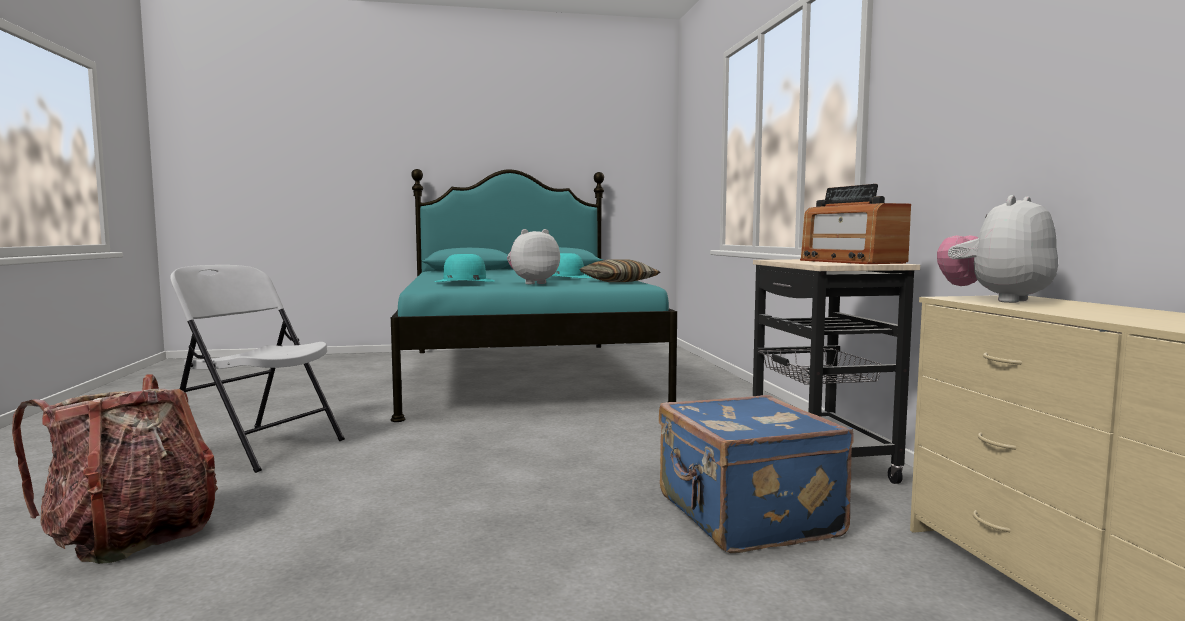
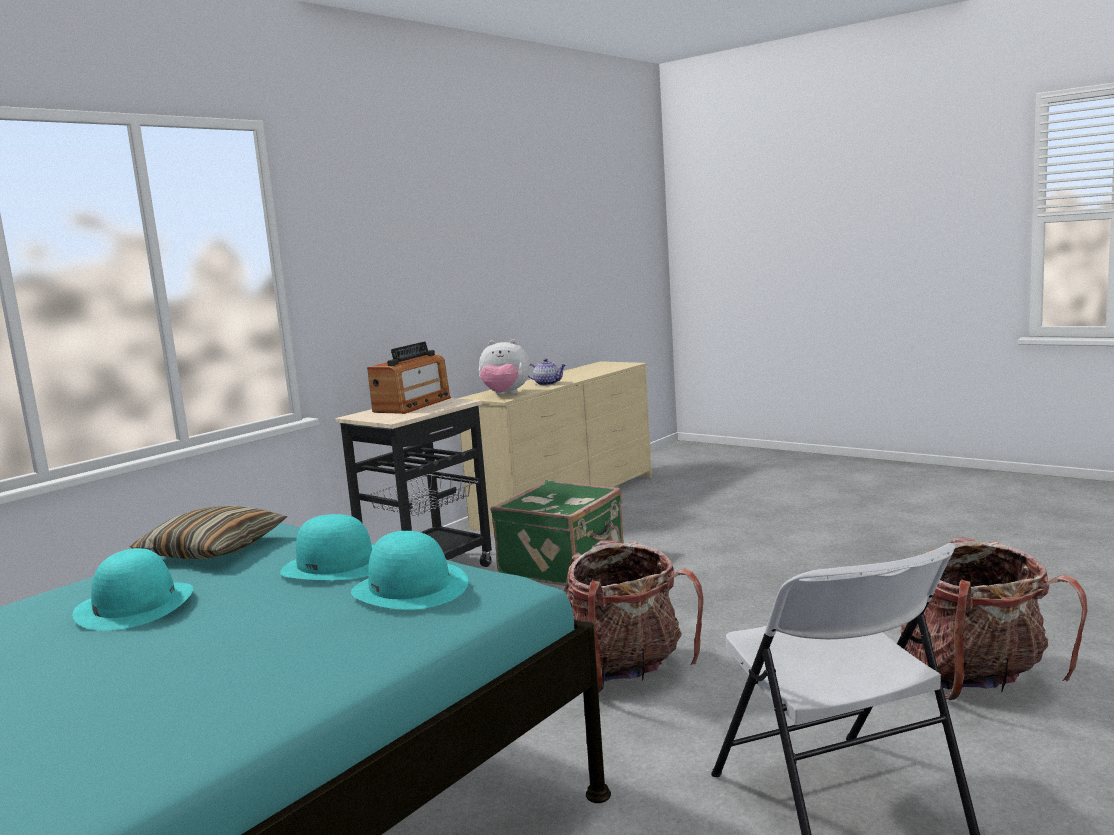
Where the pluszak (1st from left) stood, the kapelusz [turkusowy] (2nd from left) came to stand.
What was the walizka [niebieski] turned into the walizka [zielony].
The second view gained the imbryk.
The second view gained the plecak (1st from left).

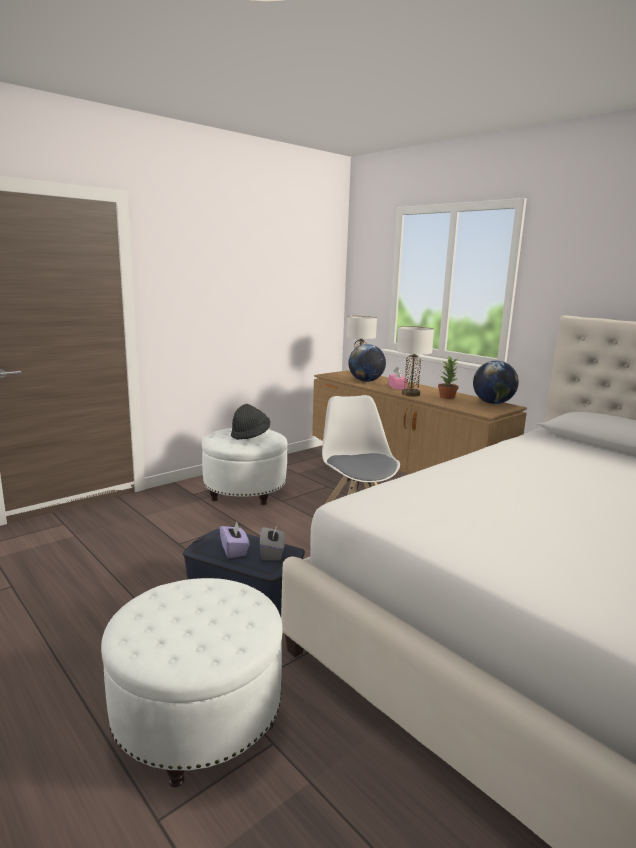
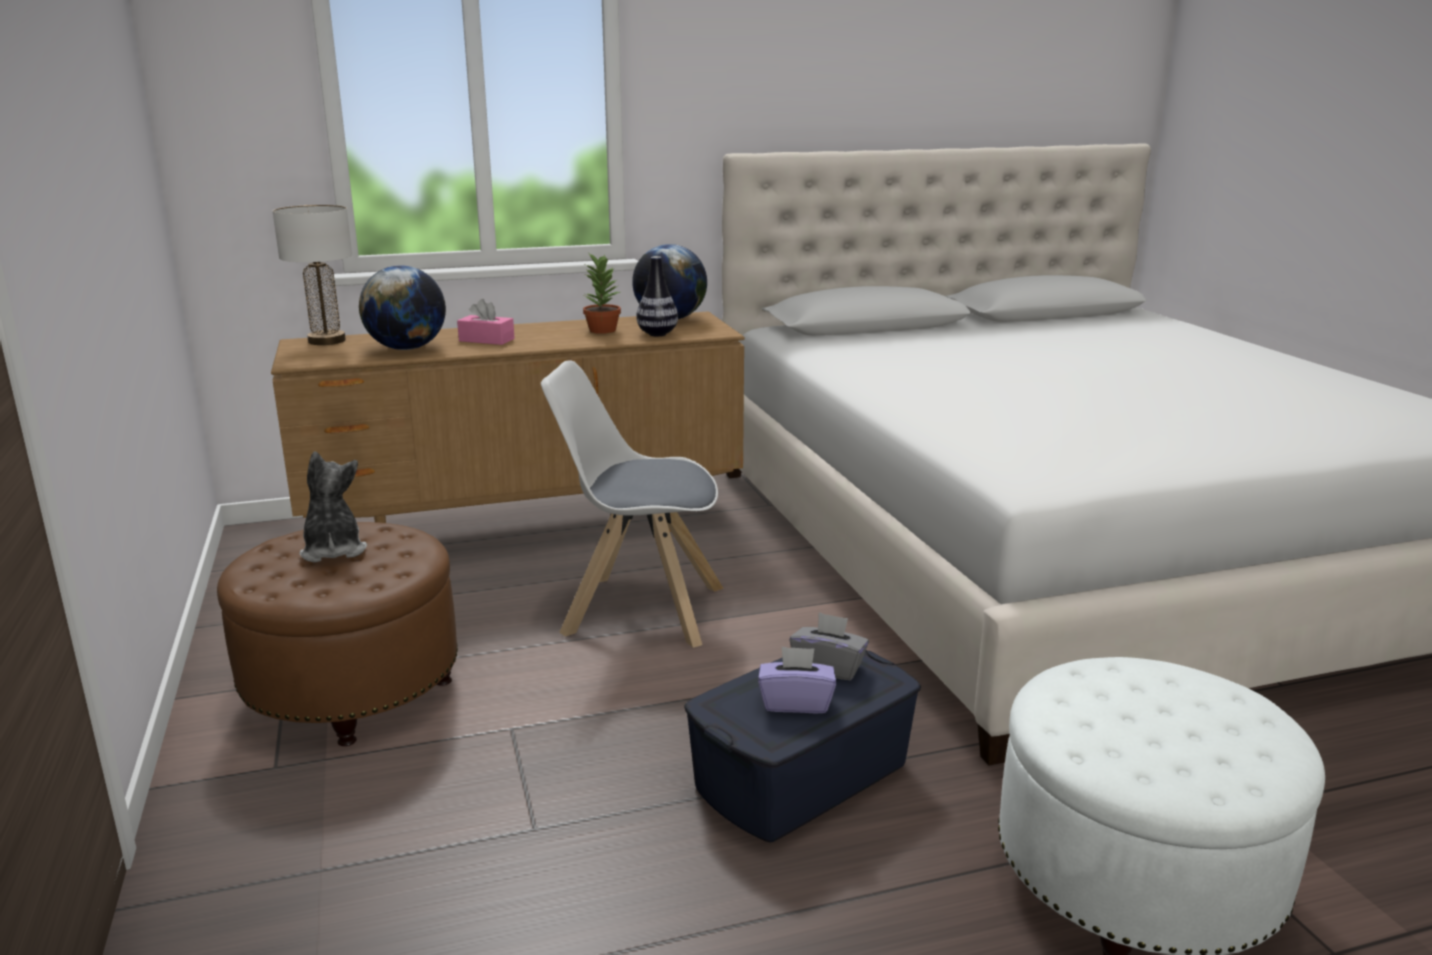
What was the pufa [biały] (2nd from left) turned into the pufa [brązowy].
Where the kapelusz [czarny] stood, the pluszak came to stand.
The second view gained the wazon.
The second view lost the lampa stołowa (2nd from left).

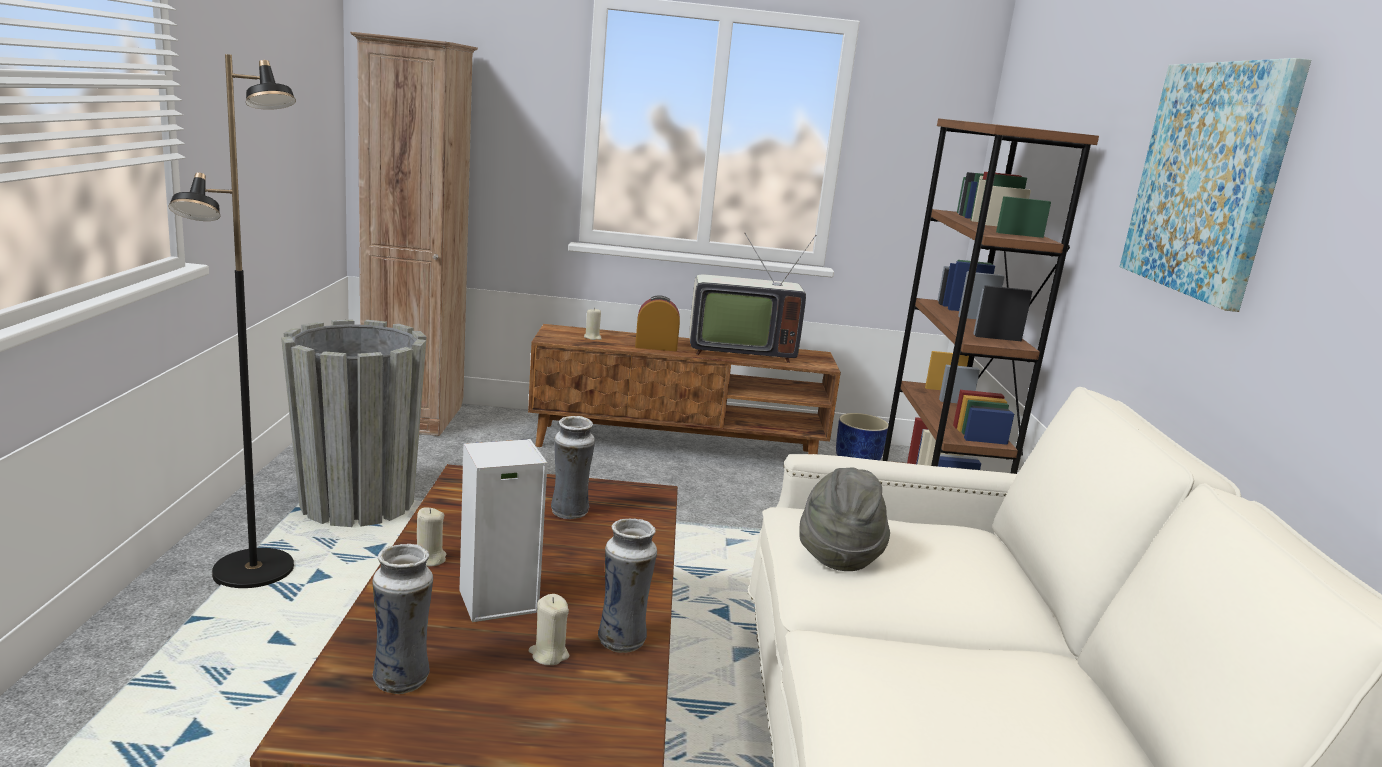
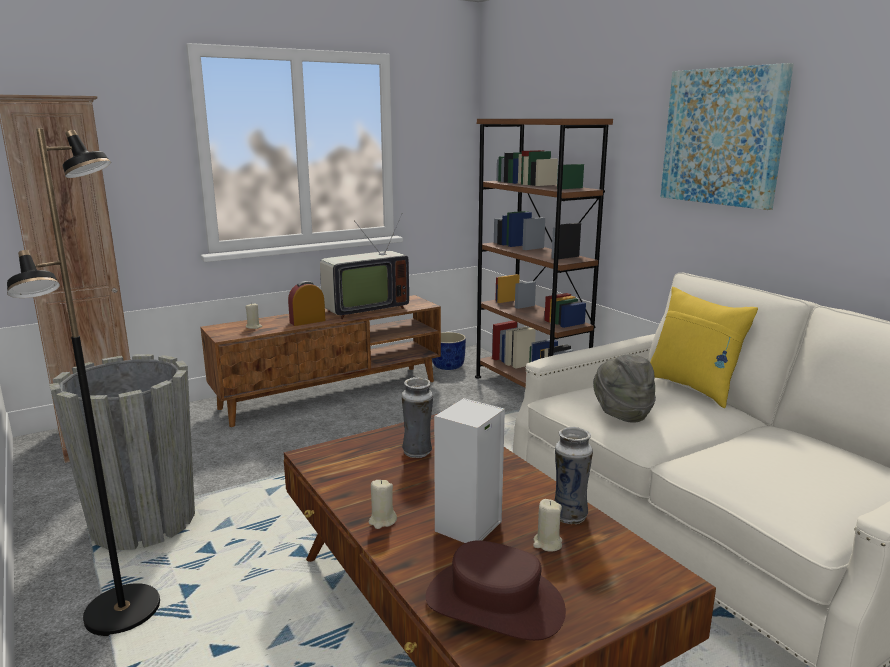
Where the wazon (1st from left) stood, the kapelusz [brązowy] came to stand.
The second view gained the poduszka [żółty].

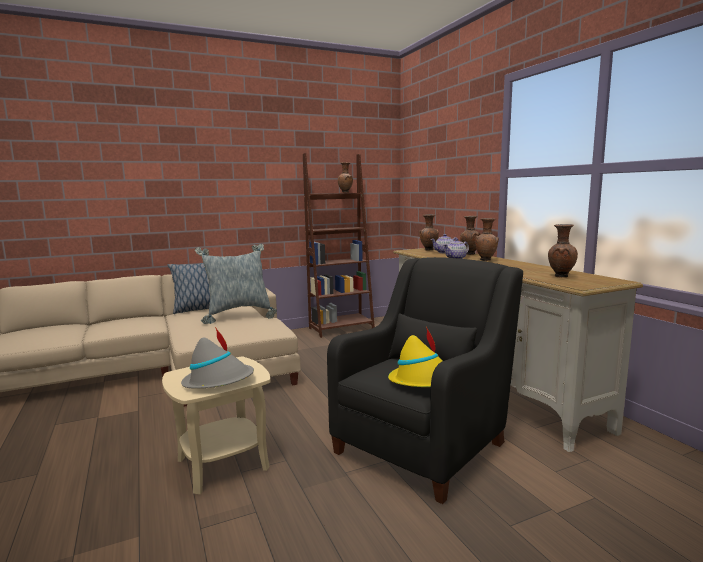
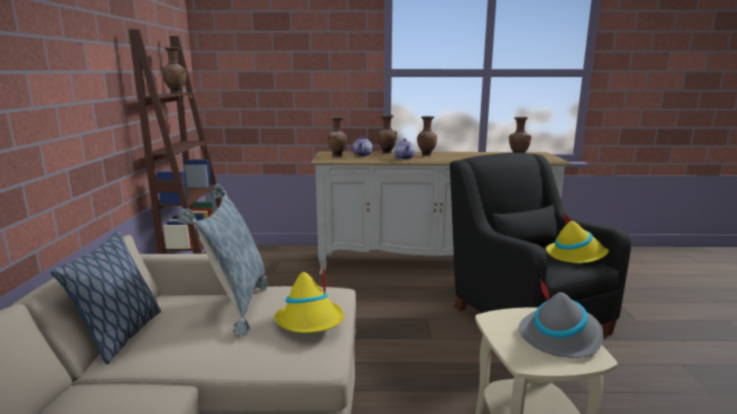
The second view gained the kapelusz [żółty] (1st from left).

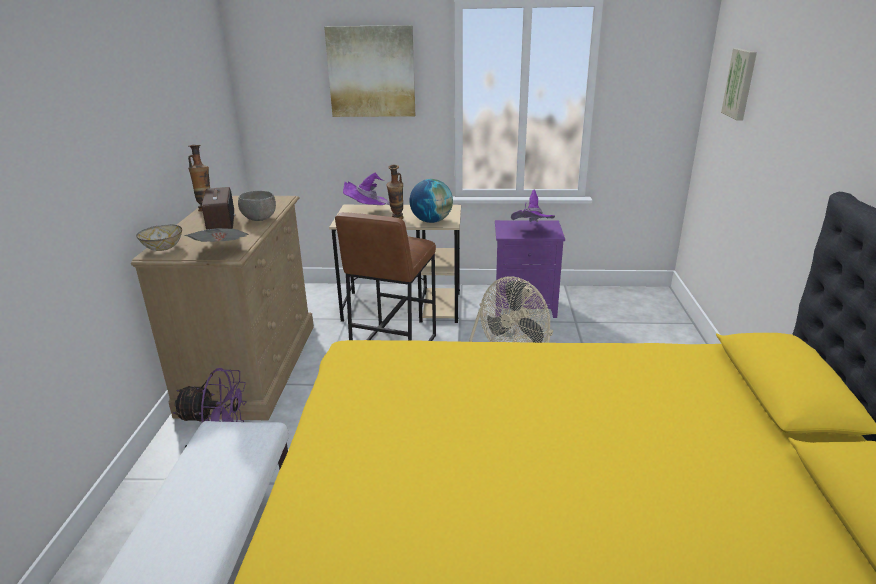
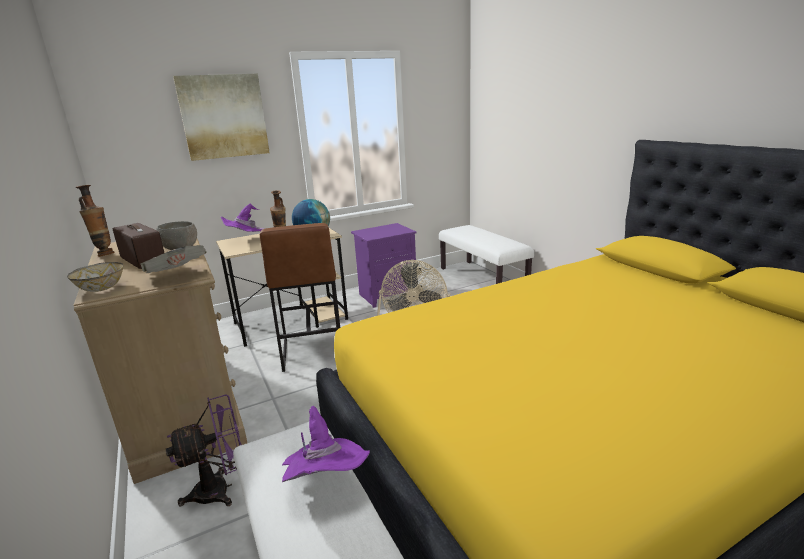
The kapelusz [fioletowy] (2nd from left) ended up elsewhere.
The second view gained the ławka [biały] (2nd from left).
The second view lost the obraz (2nd from left).

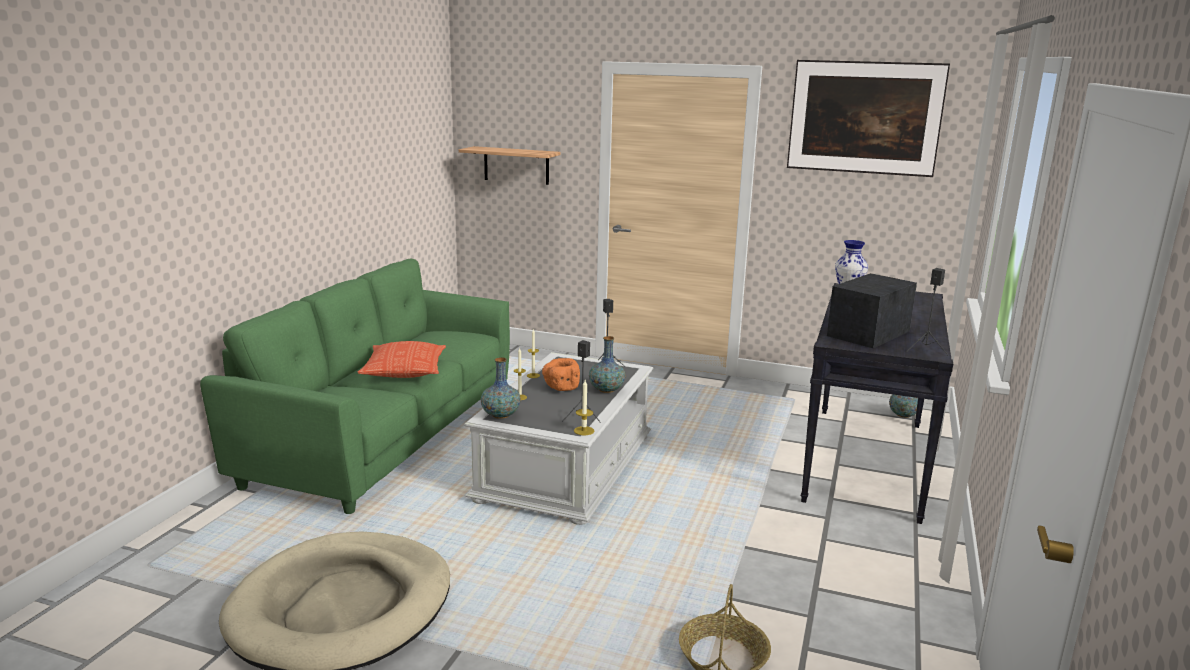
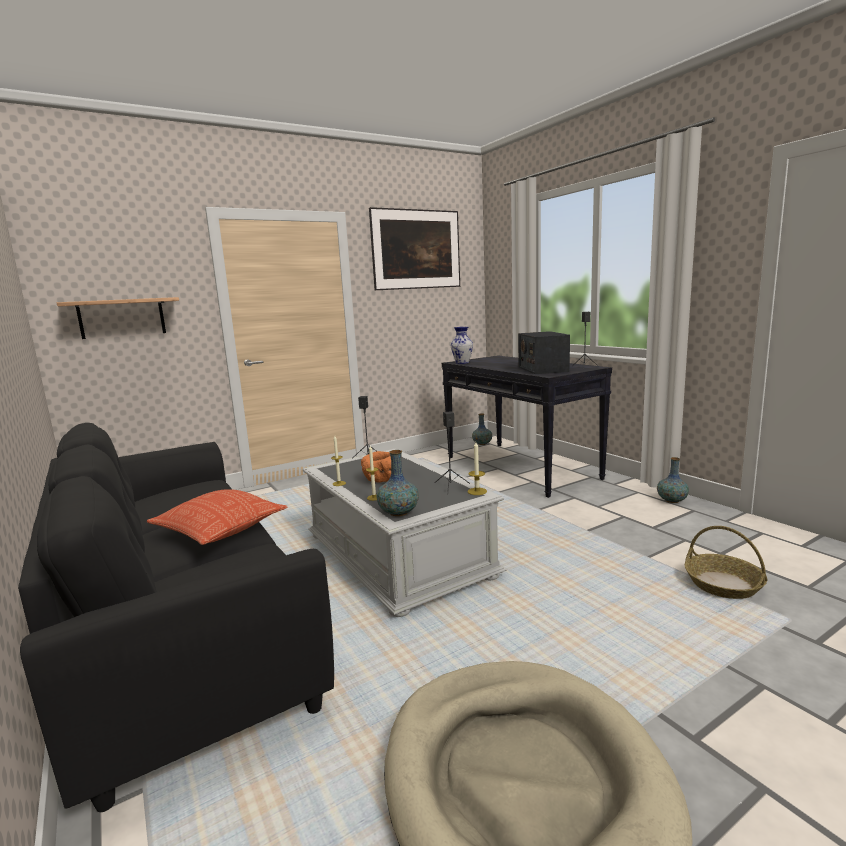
What was the kanapa [zielony] turned into the kanapa [czarny].
The wazon (2nd from left in the first image) ended up elsewhere.

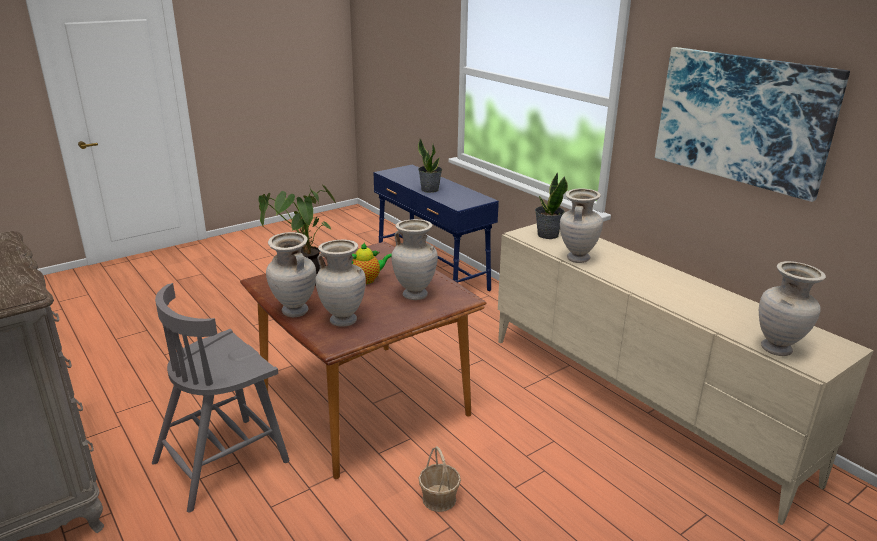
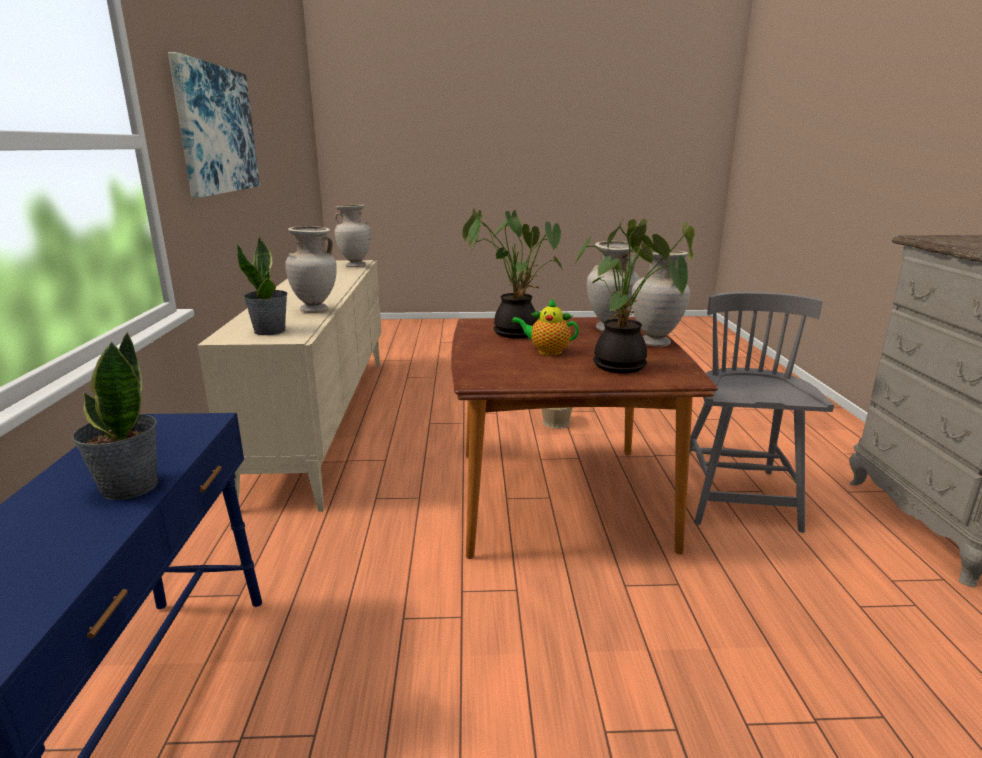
Where the wazon [beżowy] (3rd from left) stood, the roślina doniczkowa (3rd from left) came to stand.
The krzesło [szary] ended up facing another way, 75 degrees counterclockwise from before.

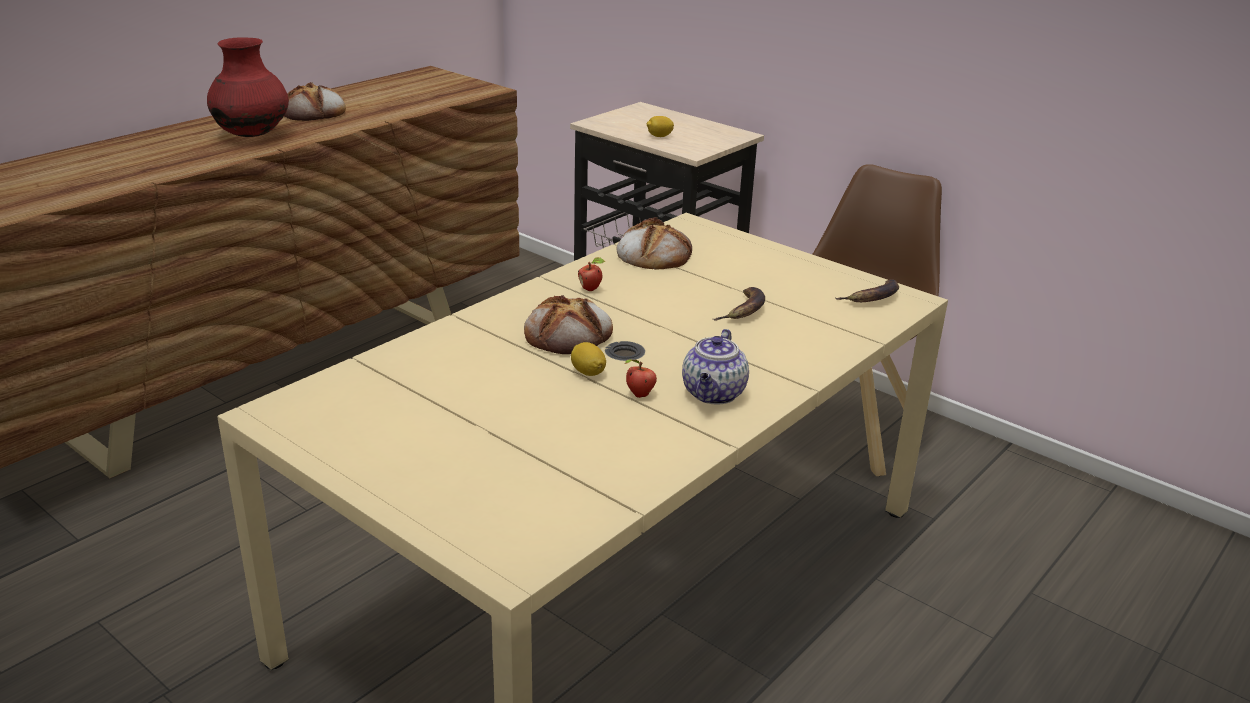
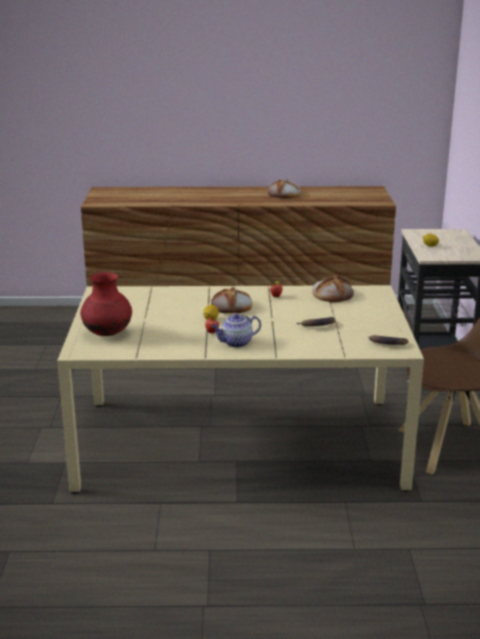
The wazon [czerwony] ended up elsewhere.

